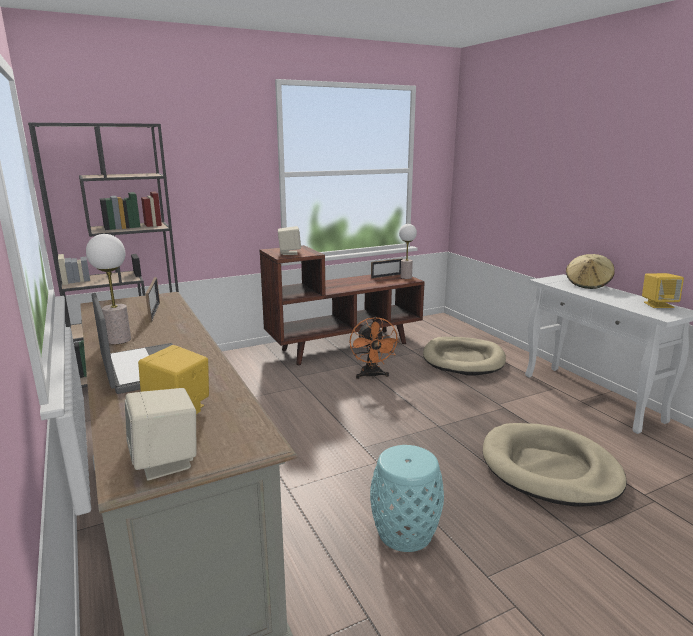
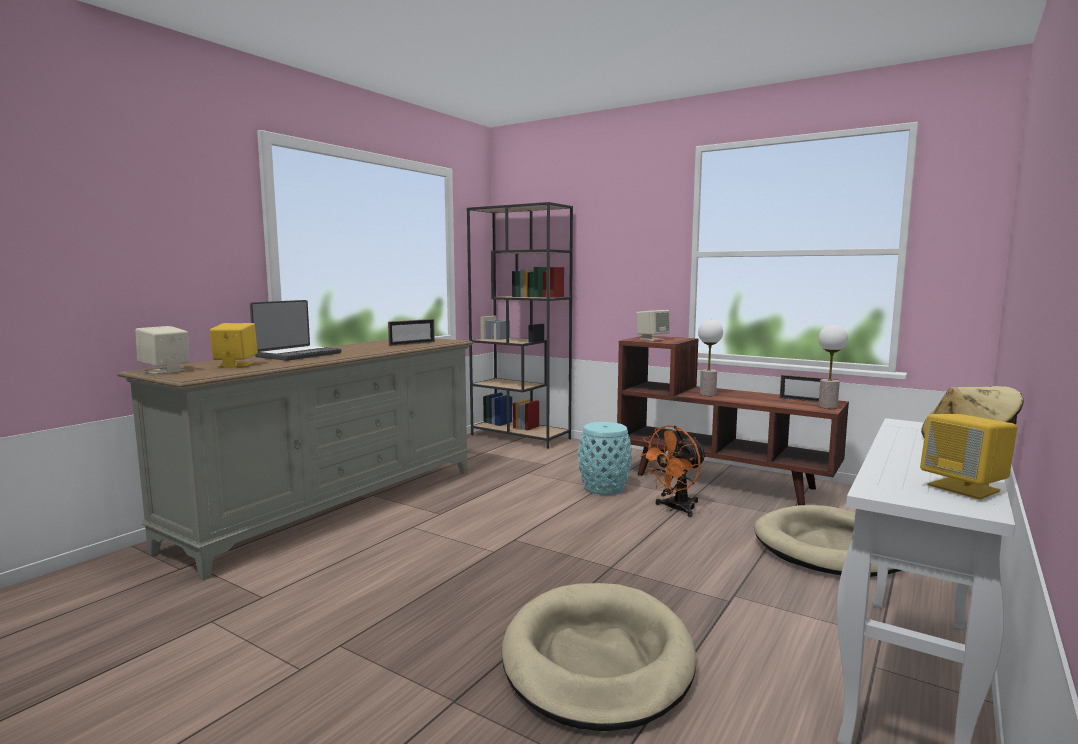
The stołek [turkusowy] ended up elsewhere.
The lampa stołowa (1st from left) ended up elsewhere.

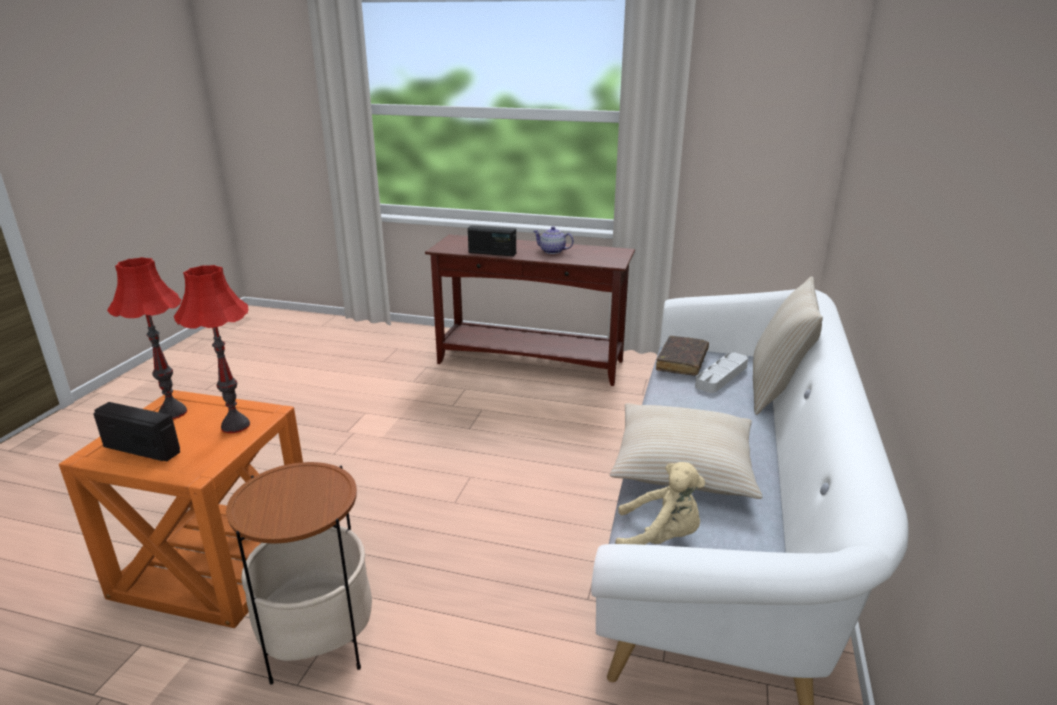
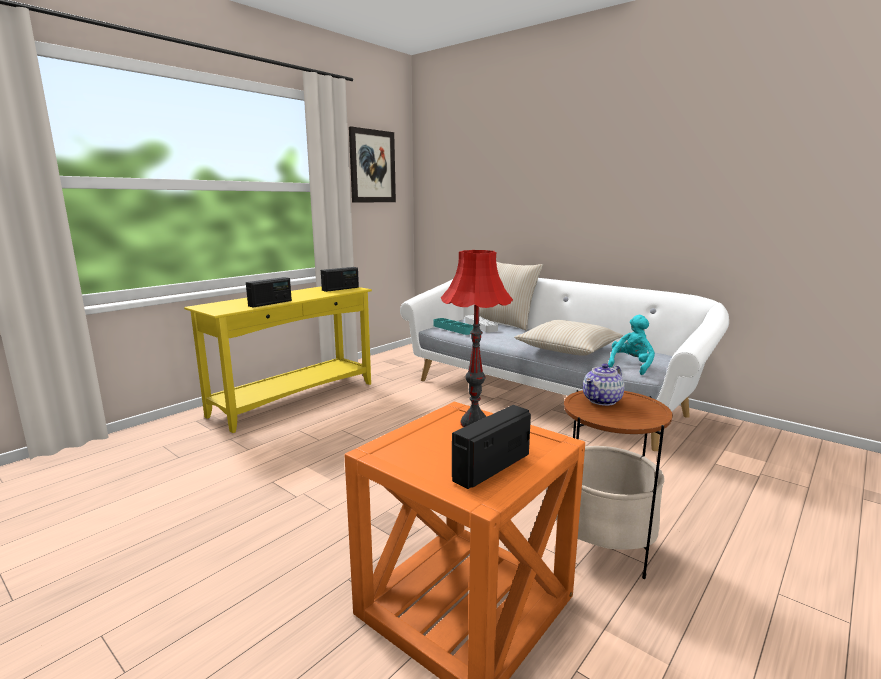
What was the stolik konsolowy [brązowy] turned into the stolik konsolowy [żółty].
The second view gained the radio (2nd from left).
The second view gained the obraz.
Where the książka [brązowy] stood, the taca [turkusowy] came to stand.
The imbryk ended up elsewhere.
What was the pluszak [beżowy] turned into the pluszak [turkusowy].
The second view lost the lampa stołowa [czerwony] (1st from left).

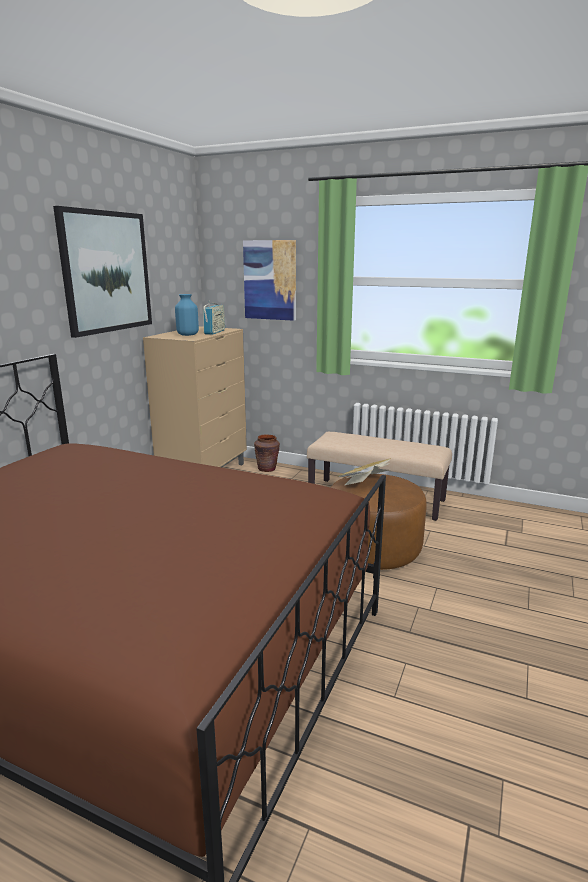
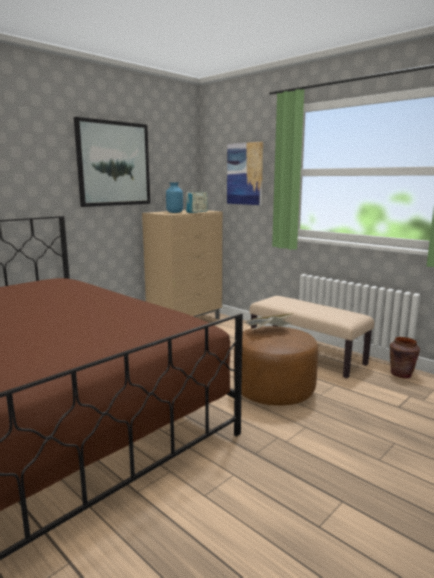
The wazon [brązowy] ended up elsewhere.

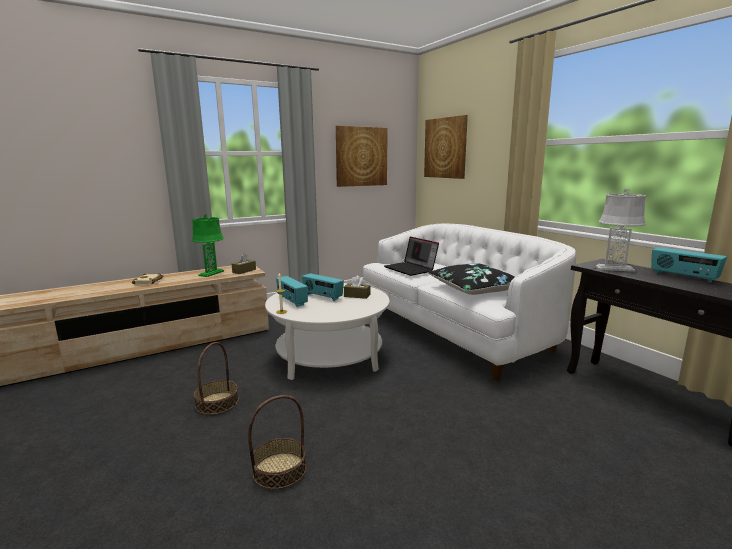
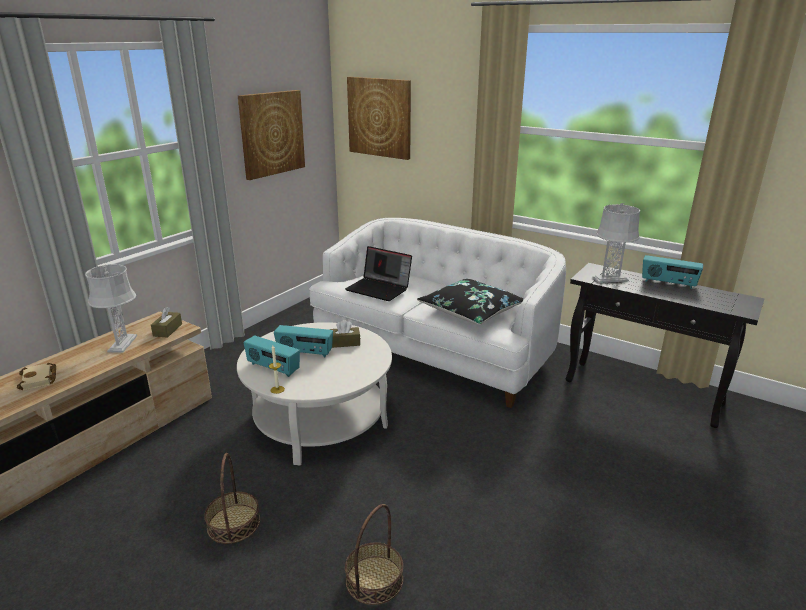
What was the lampa stołowa [zielony] turned into the lampa stołowa [szary] (1st from left).

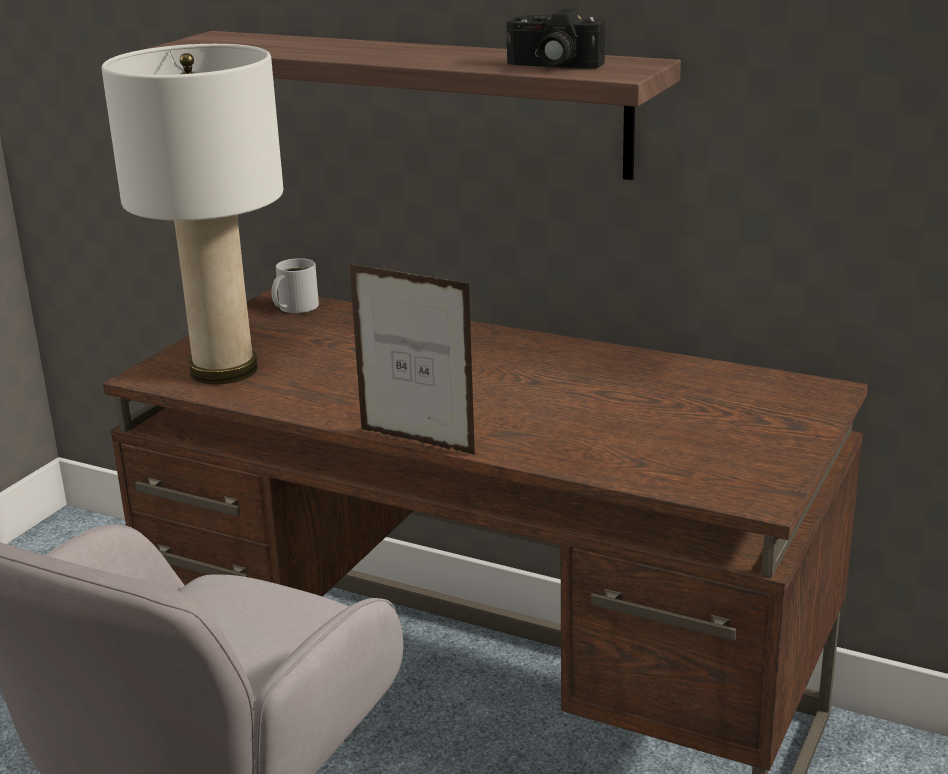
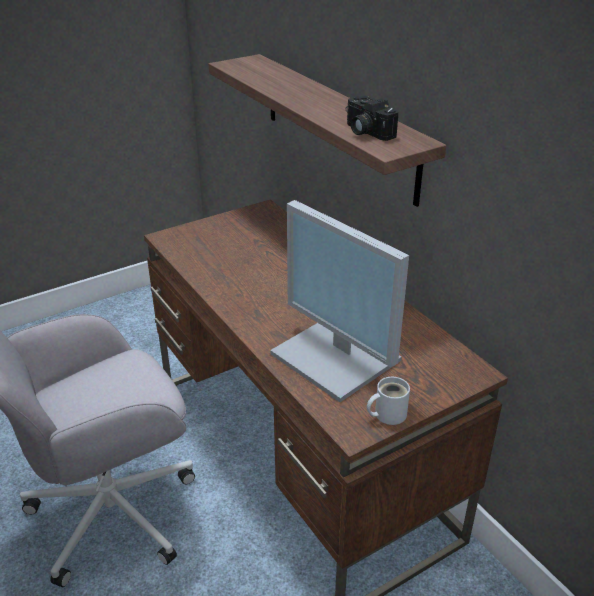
The second view gained the monitor.
The kubek [biały] ended up elsewhere.
The second view lost the lampa stołowa [biały].
The second view lost the ramka na zdjęcie.

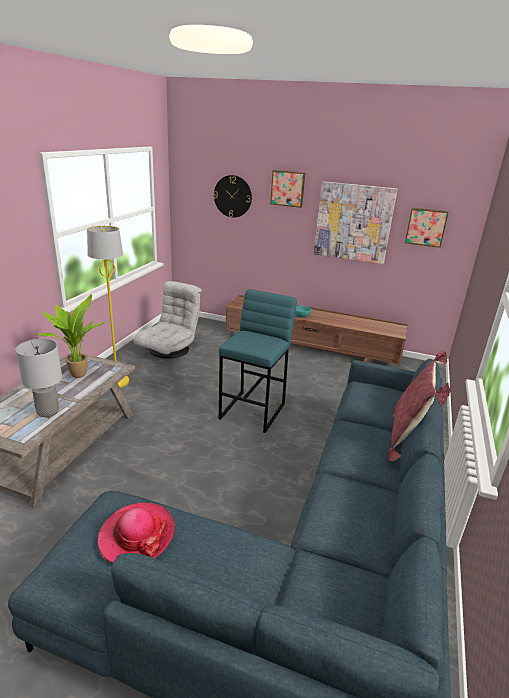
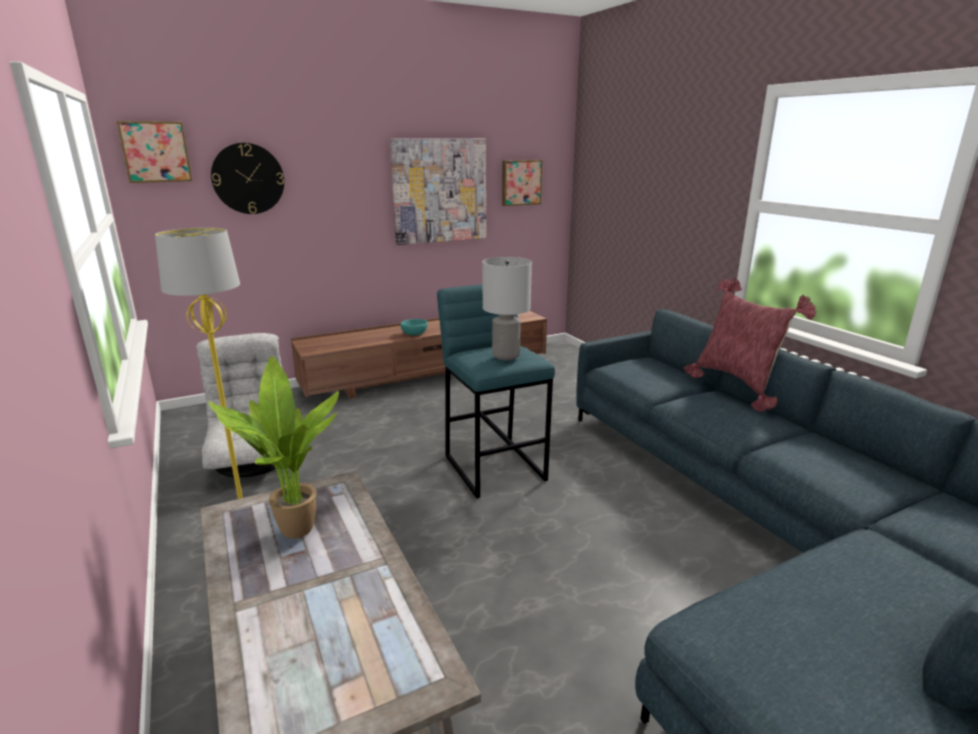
The obraz (1st from left) ended up elsewhere.
The lampa stołowa [szary] ended up elsewhere.
The second view lost the kapelusz.

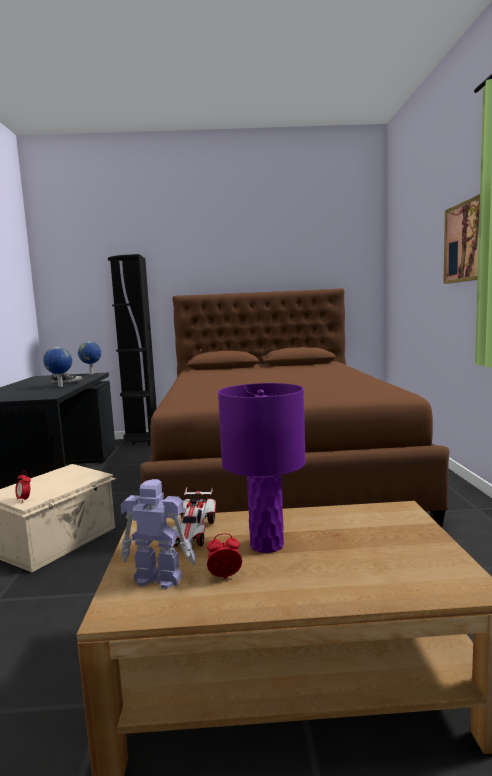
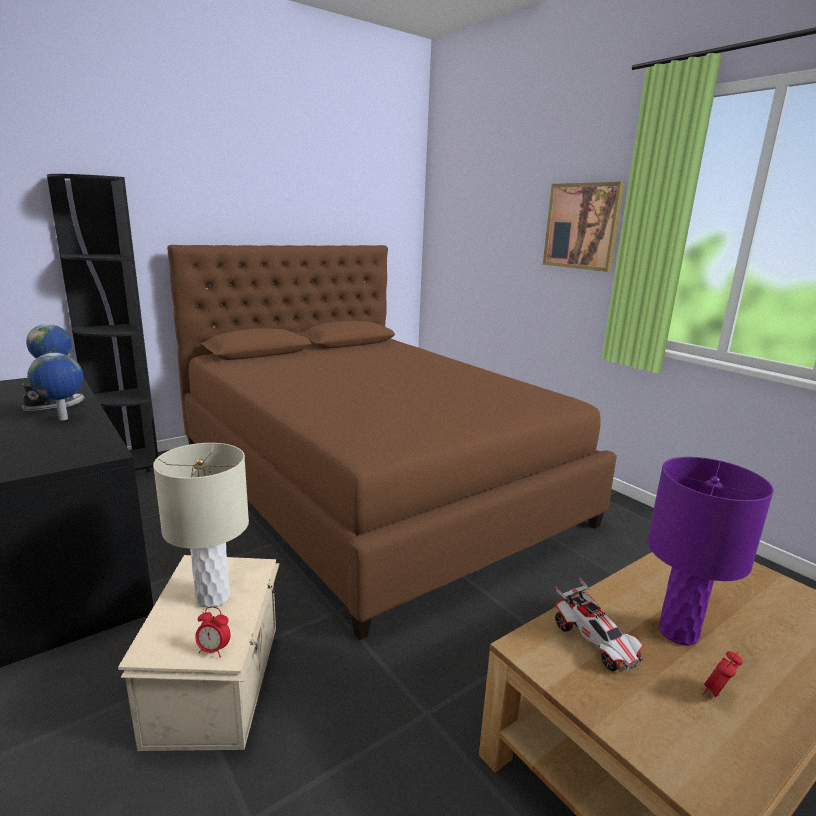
The second view gained the lampa stołowa [beżowy].
The second view lost the robot zabawkowy.

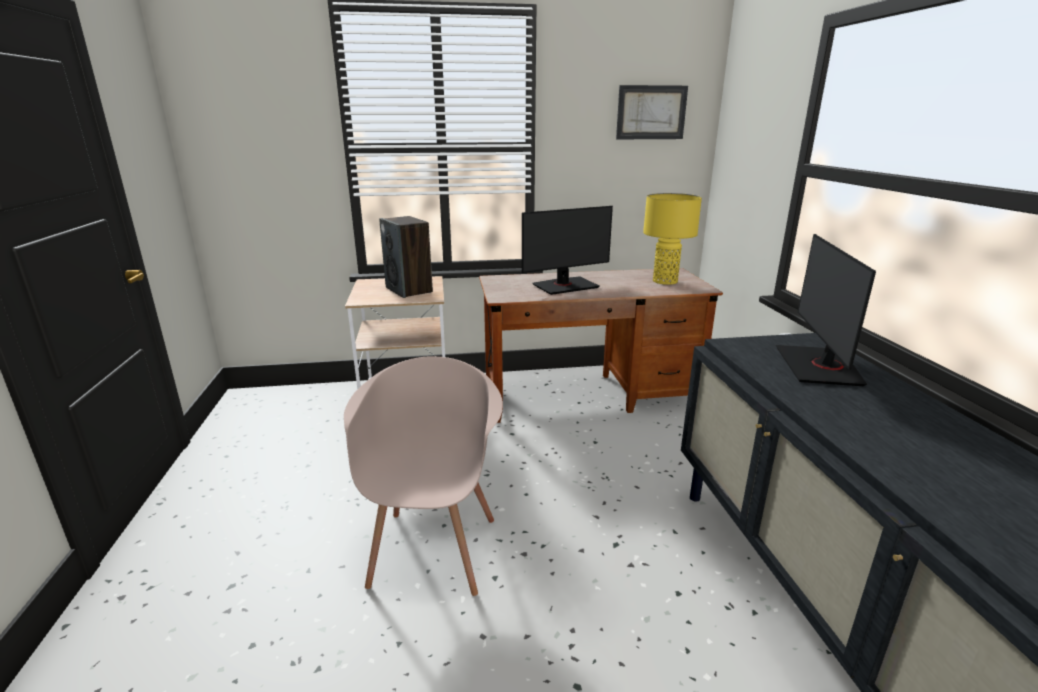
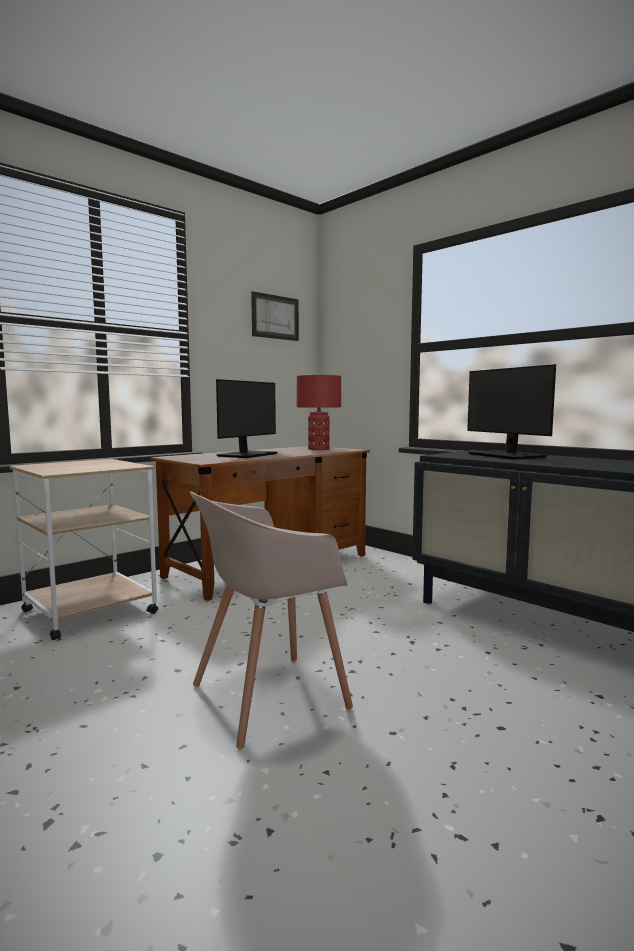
The krzesło [beżowy] ended up facing another way, 90 degrees counterclockwise from before.
What was the lampa stołowa [żółty] turned into the lampa stołowa [czerwony].
The second view lost the głośnik.

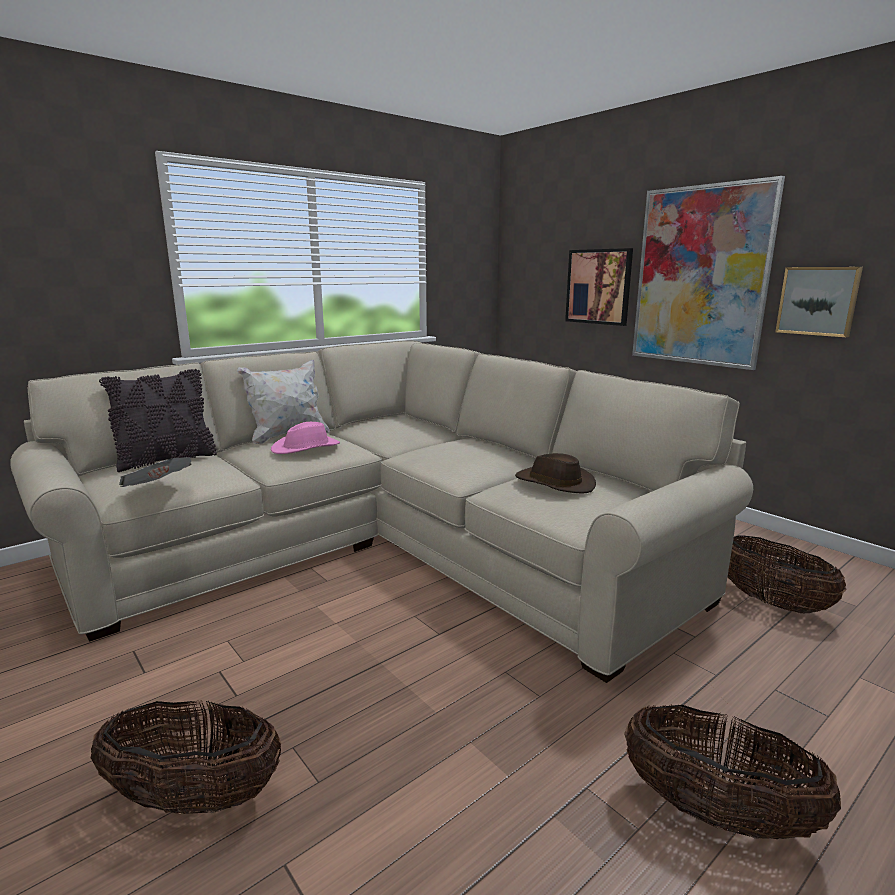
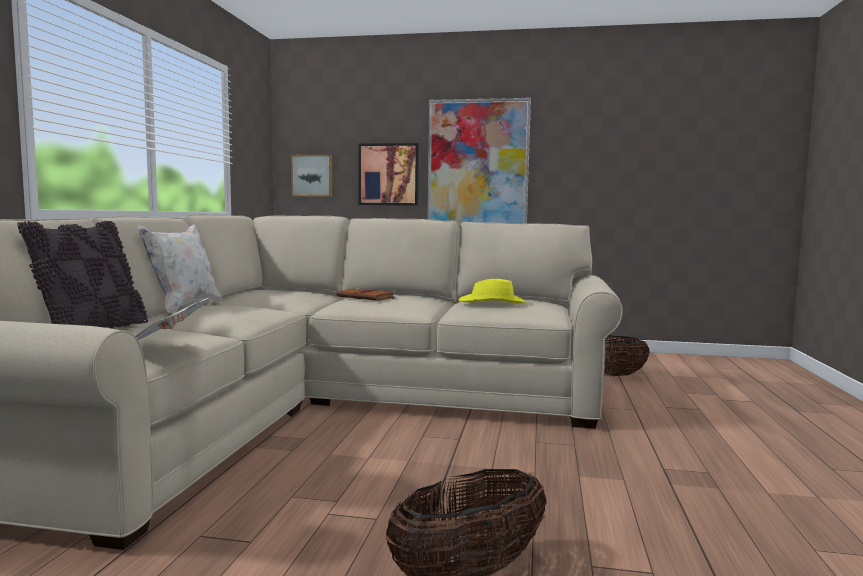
The obraz (3rd from left in the first image) ended up elsewhere.
The second view gained the książka [brązowy].
What was the kapelusz [brązowy] turned into the kapelusz [żółty].
The second view lost the kapelusz [różowy].
The second view lost the koszyk (2nd from left).

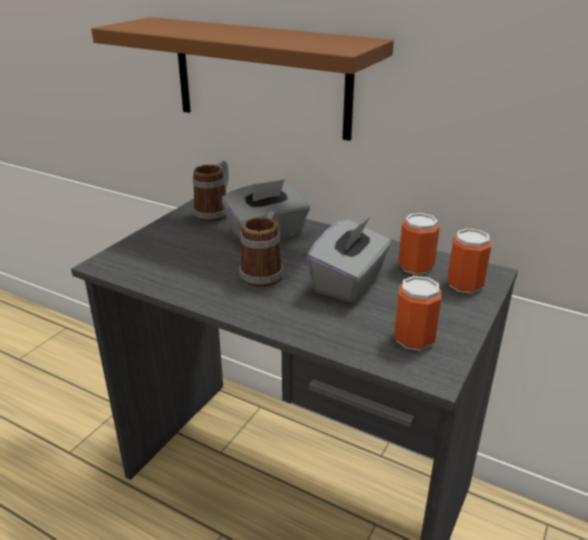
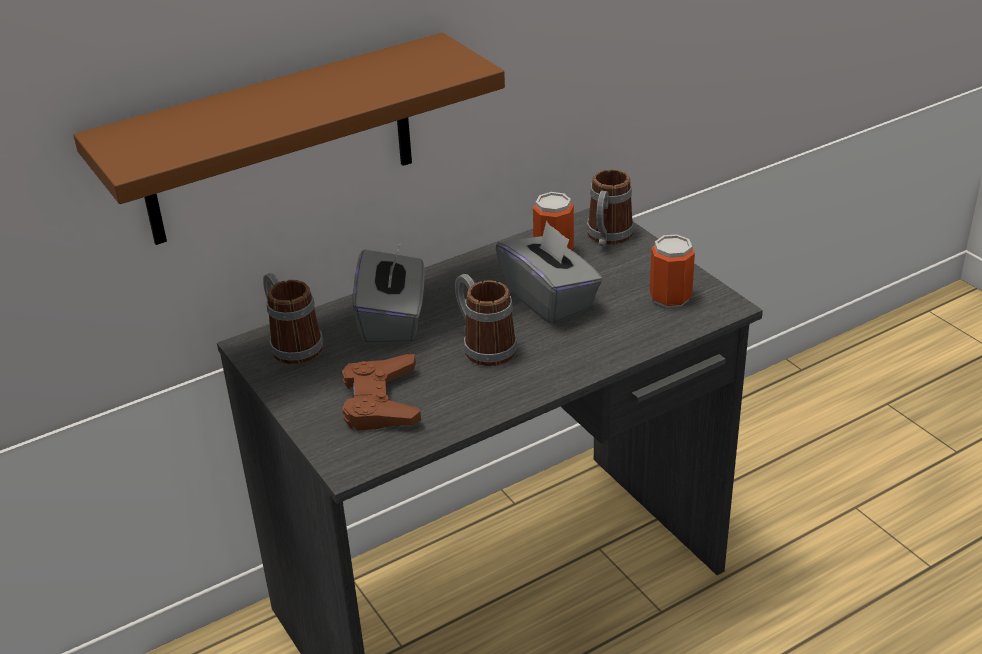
The second view gained the pad do gier [brązowy].
Where the puszka (3rd from left) stood, the kubek (3rd from left) came to stand.

